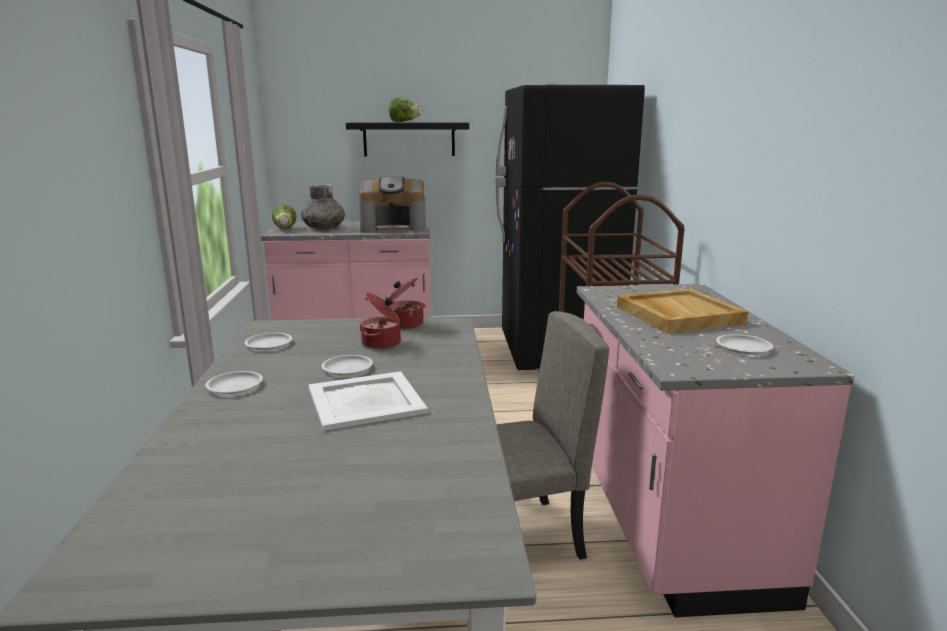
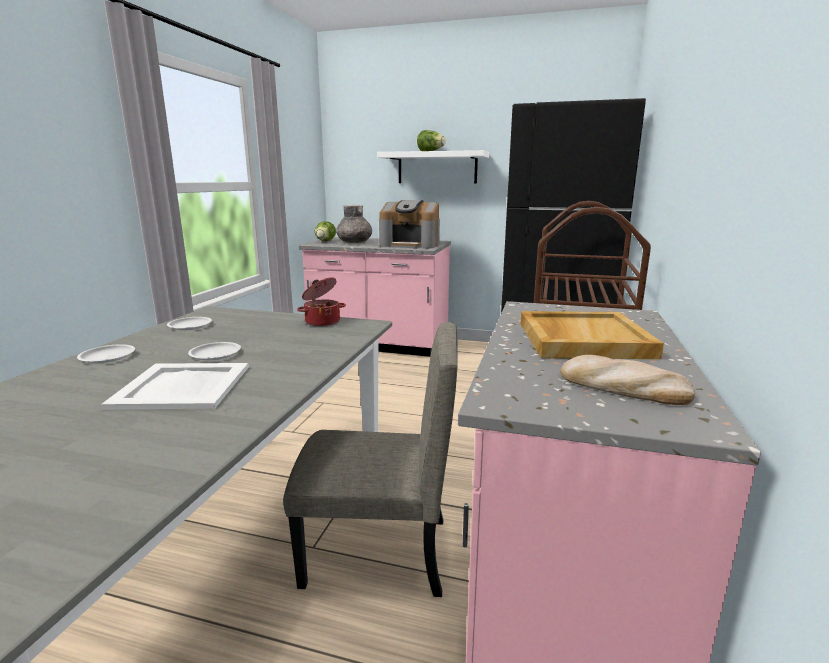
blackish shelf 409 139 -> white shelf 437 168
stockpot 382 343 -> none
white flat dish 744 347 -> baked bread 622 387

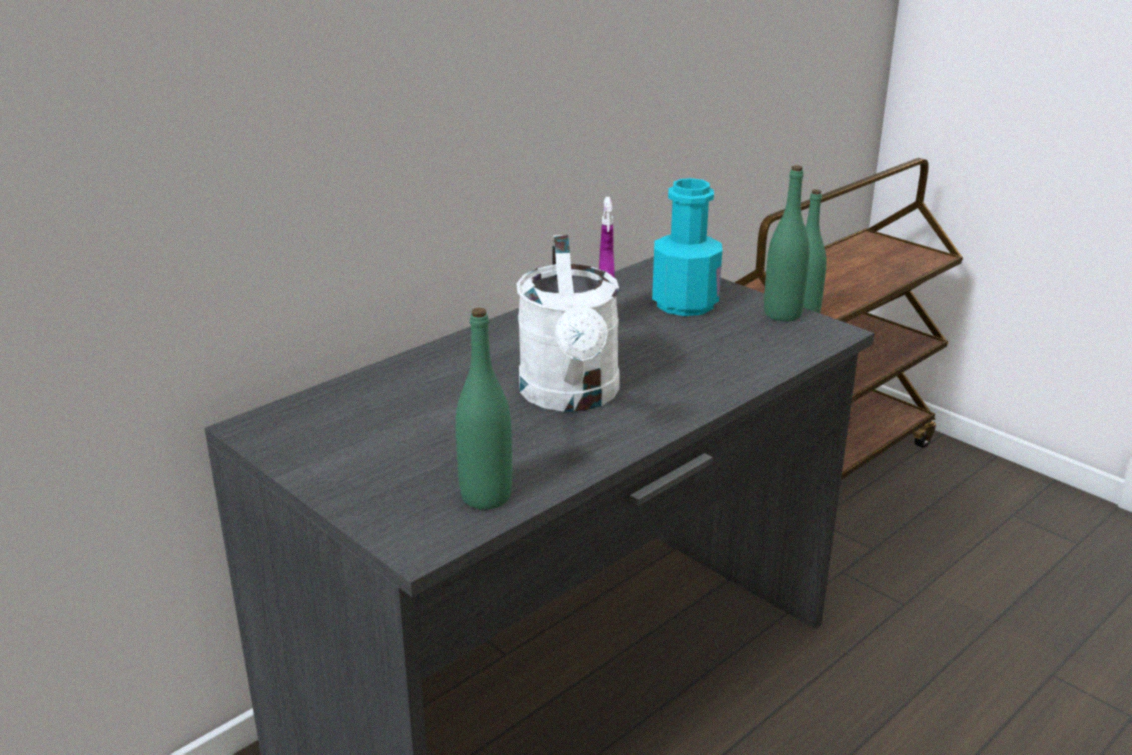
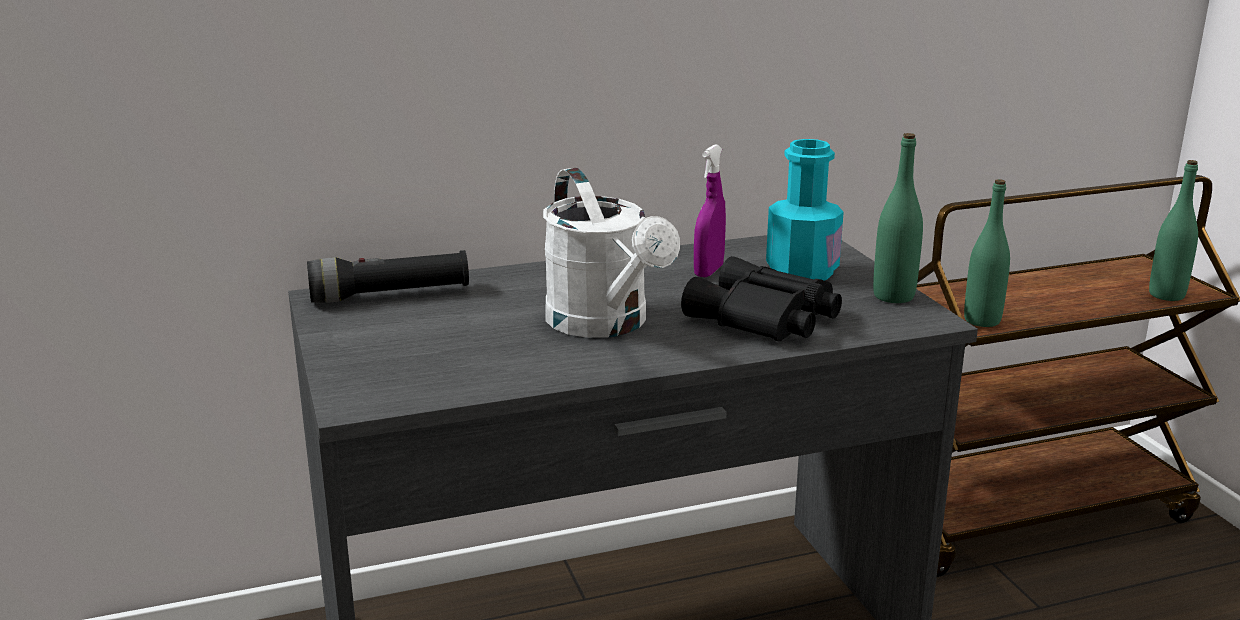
white watering pot 571 397 -> white watering pot 605 325, 45 degrees counterclockwise
green bottle 486 496 -> green bottle 1166 295, move
none -> blackish torch 390 295
none -> blackish binoculars 764 319

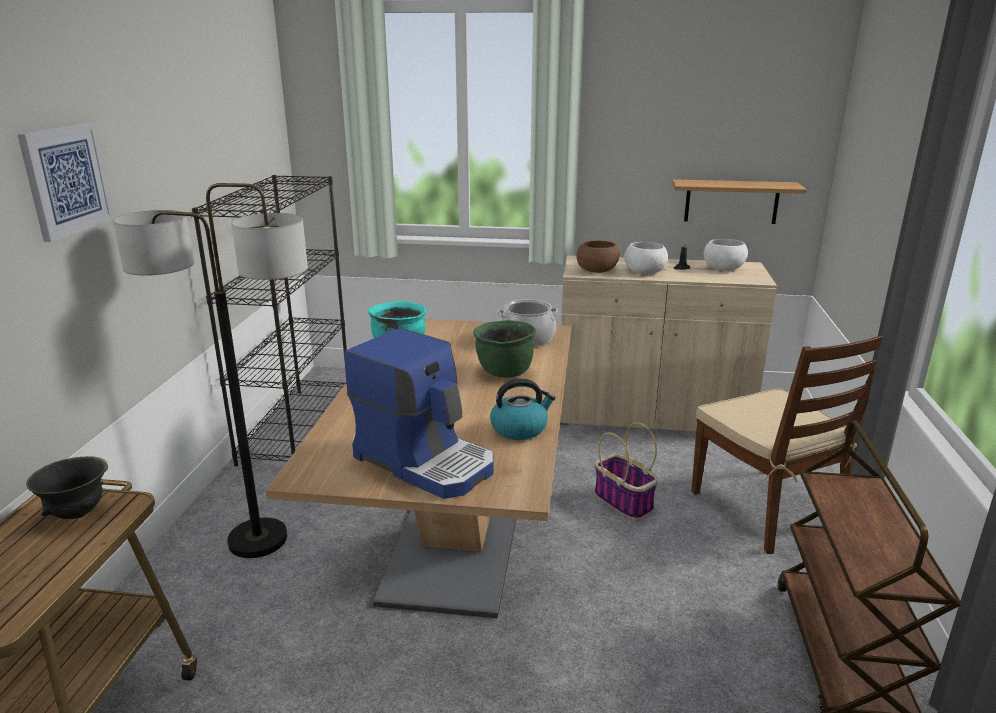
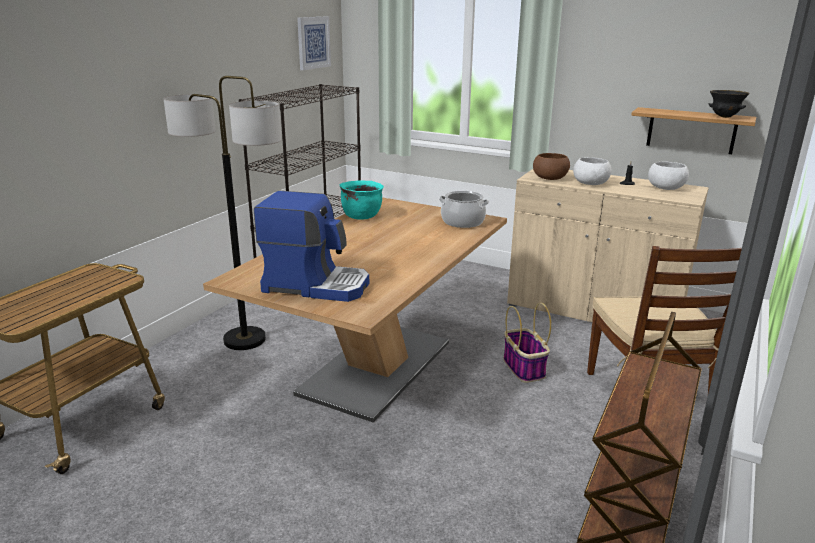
wall art 66 180 -> wall art 313 42, move
green stockpot 504 372 -> none
coffee brewer 426 461 -> coffee brewer 316 285, 45 degrees counterclockwise
water kettle 520 428 -> none
blackish bowl 78 514 -> blackish bowl 725 117, move

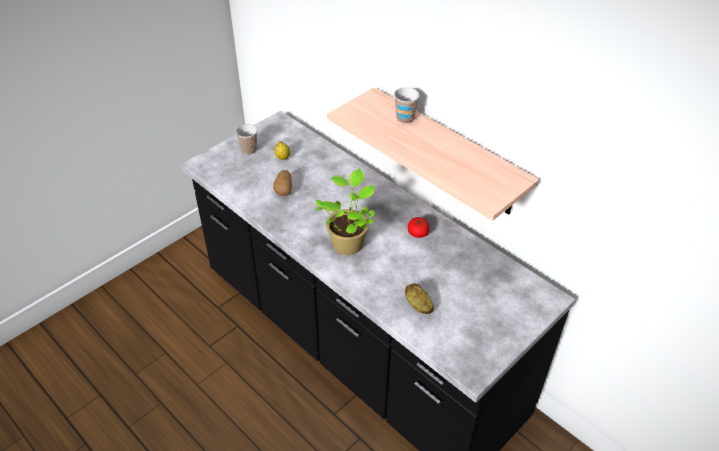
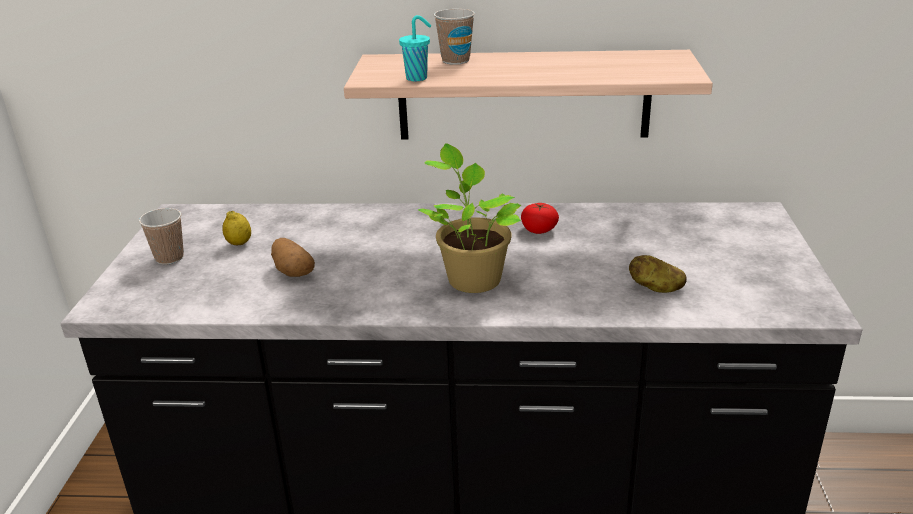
none -> turquoise-coloured drinking cup 418 78

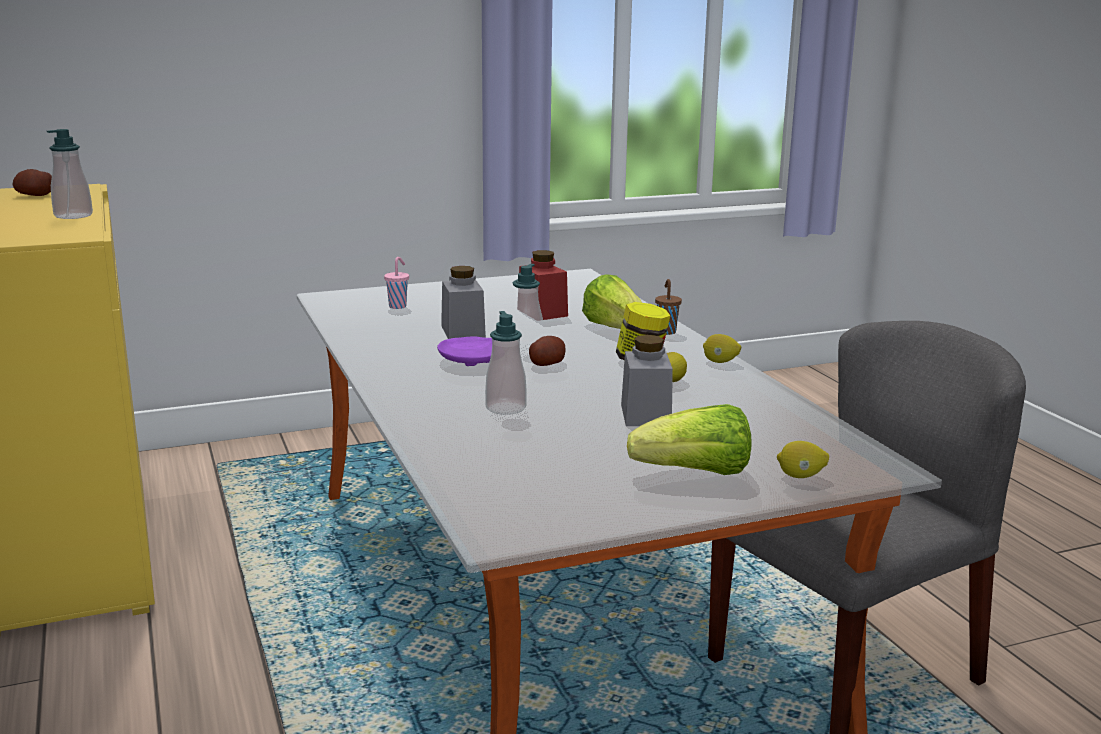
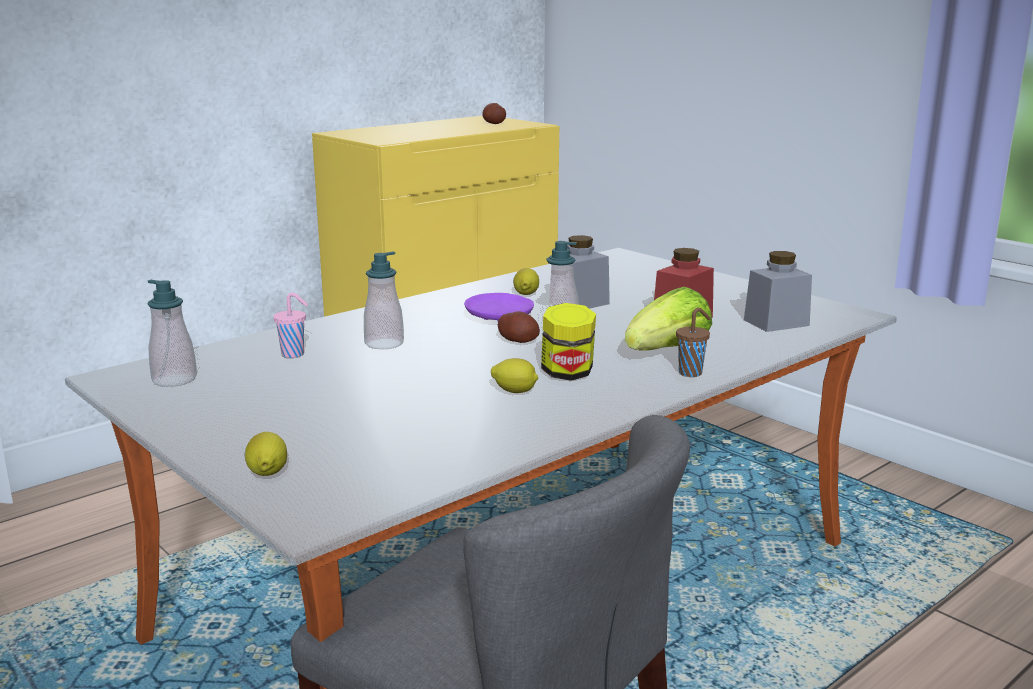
liquid soap bottle 73 216 -> liquid soap bottle 174 380, move
pinkish drinking cup 398 306 -> pinkish drinking cup 294 354, move
whole lemon 720 362 -> whole lemon 525 294, move
greyish storage jar 645 415 -> greyish storage jar 776 323, move
head of lettuce 695 473 -> none

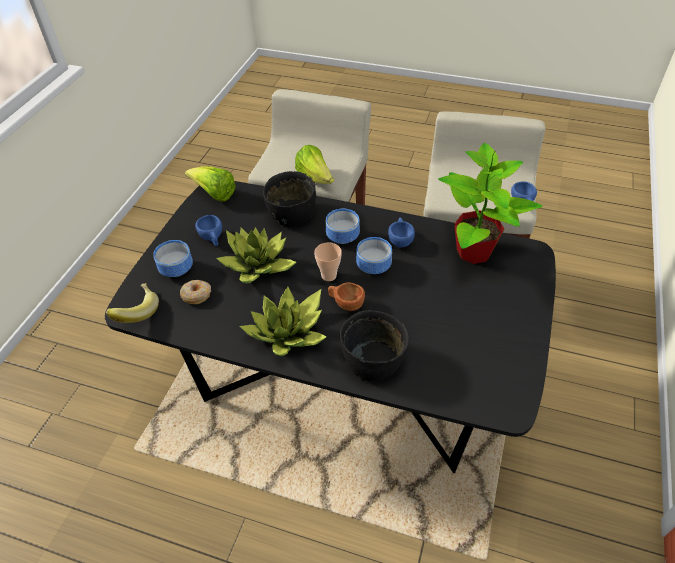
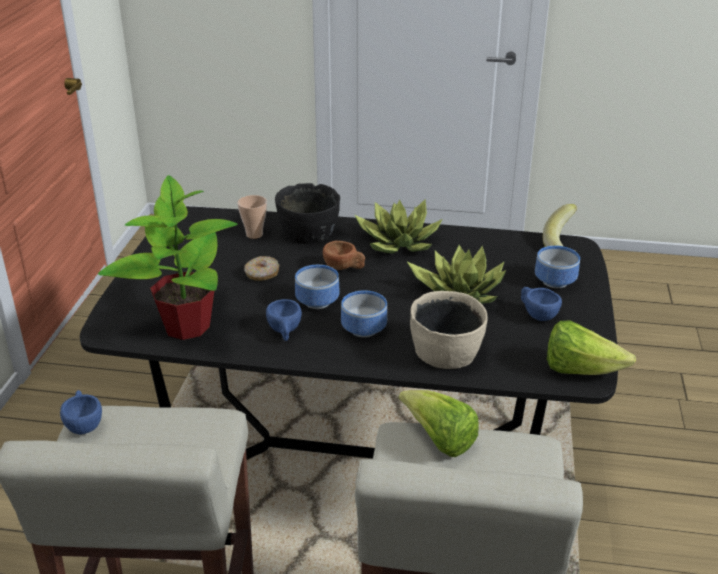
blackish bowl 291 214 -> beige bowl 447 351
drinking cup 329 276 -> drinking cup 254 234, move
donut 197 295 -> donut 262 274, move

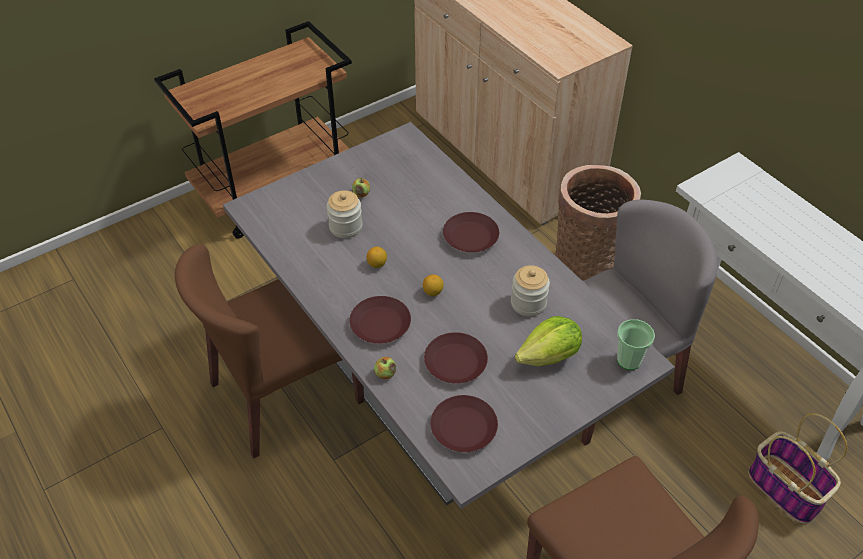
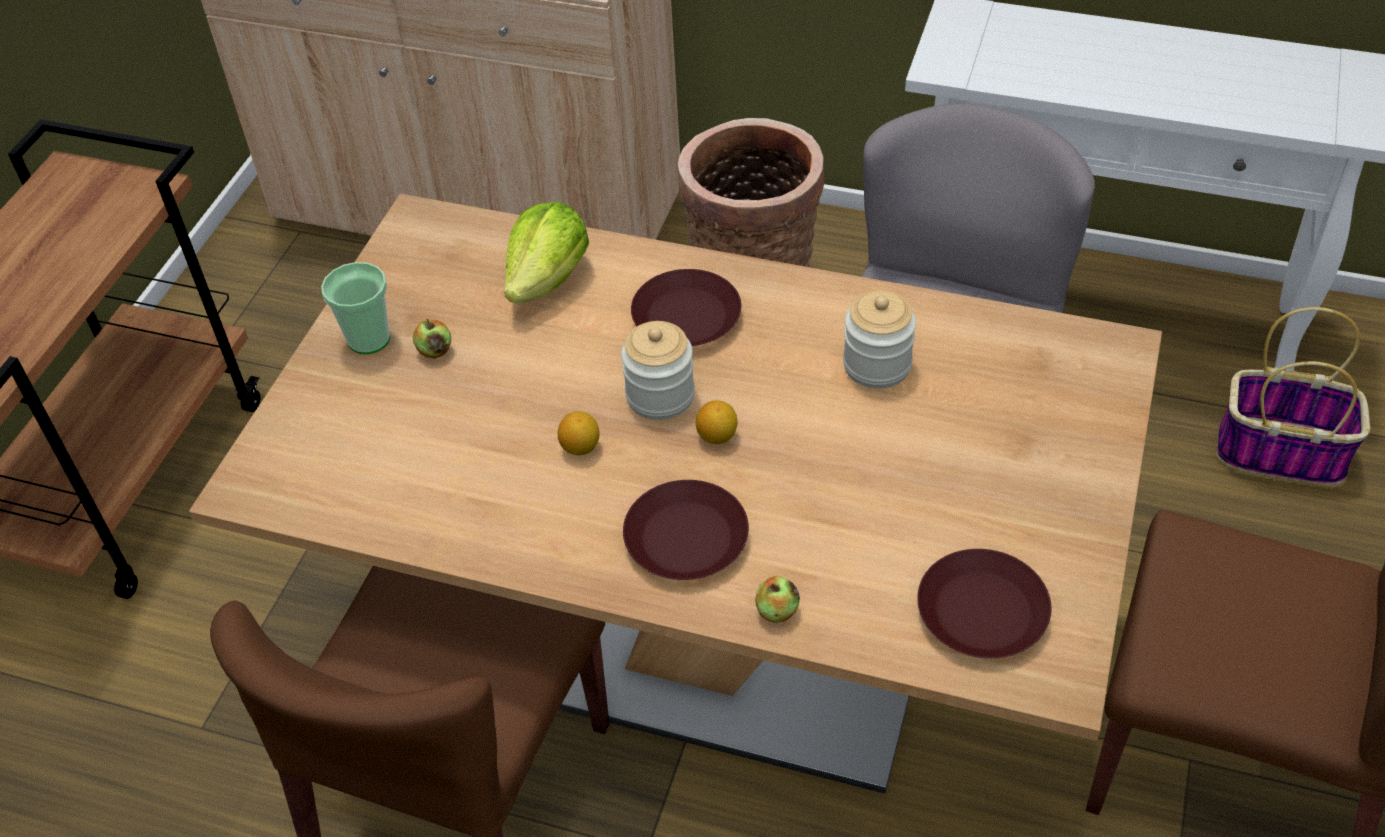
greyish dinner table 431 395 -> brown dinner table 706 643
storage jar 345 227 -> storage jar 660 396, move
head of lettuce 549 356 -> head of lettuce 548 279, move
drinking cup 629 360 -> drinking cup 369 339, move
brown flat dish 456 363 -> none

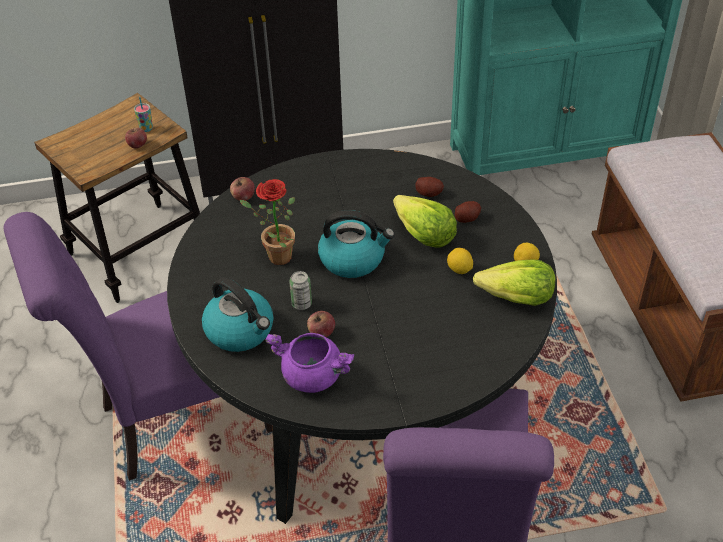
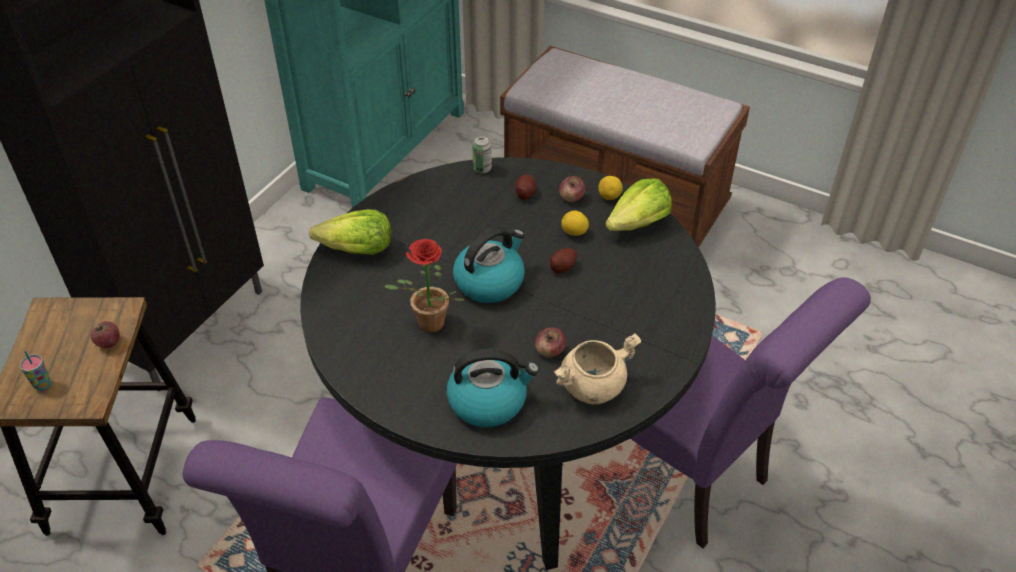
drinking cup 146 128 -> drinking cup 42 385, move
apple 243 197 -> apple 571 198, move
potato 429 193 -> potato 563 267, move
head of lettuce 423 235 -> head of lettuce 356 250, move
sealed can 302 304 -> sealed can 482 168, move
purple stockpot 313 376 -> beige stockpot 592 386

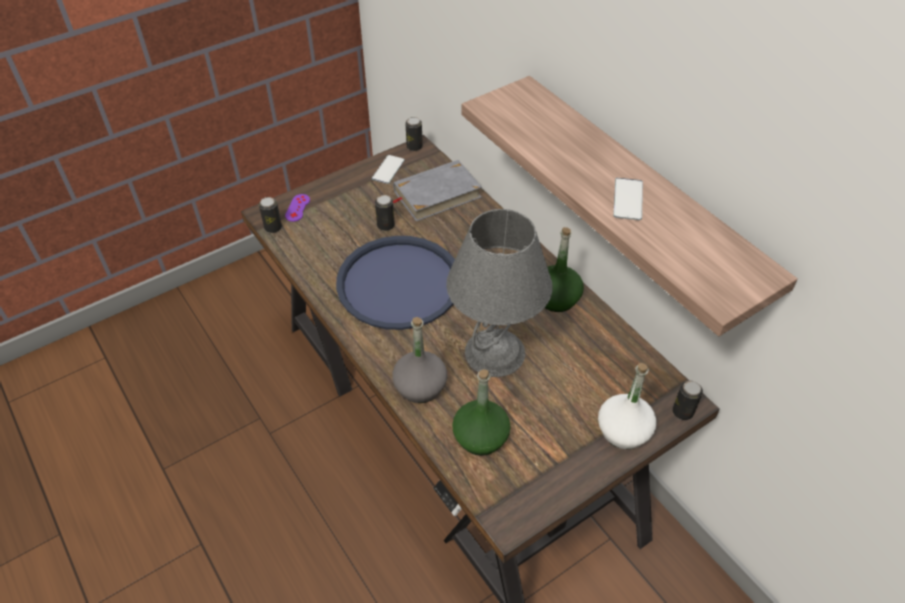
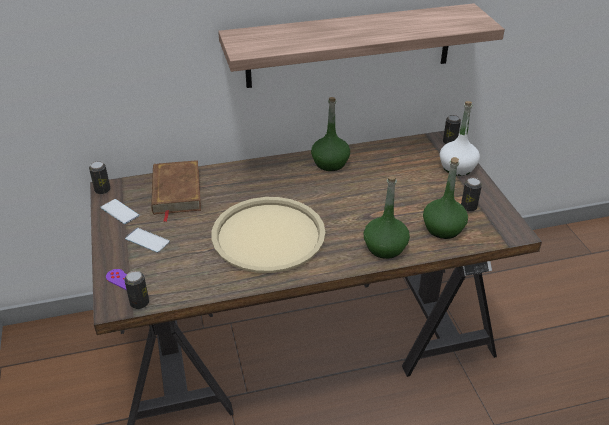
greyish volume 436 194 -> brown volume 176 192
handset 628 199 -> handset 147 240, move
sealed can 385 225 -> sealed can 468 207, move
greyish lamp for a table 495 353 -> none
blue-coloured carrying tray 399 283 -> beige carrying tray 268 235
greyish bottle 420 386 -> green bottle 385 247

